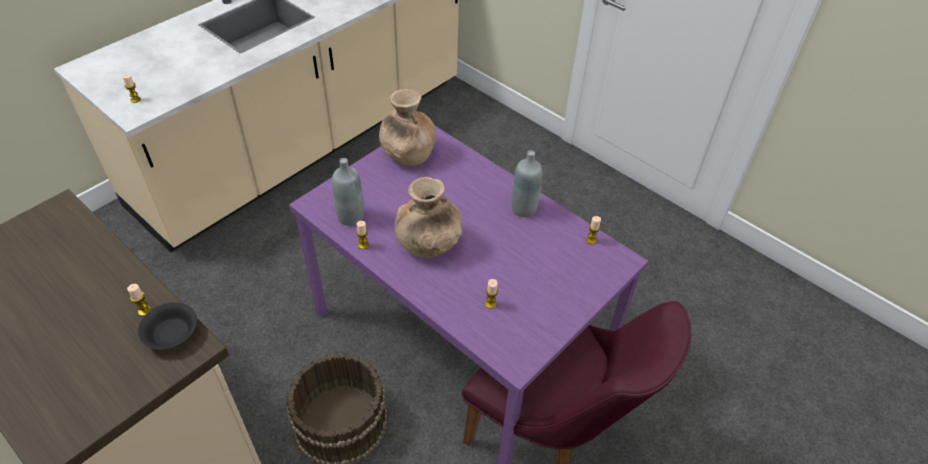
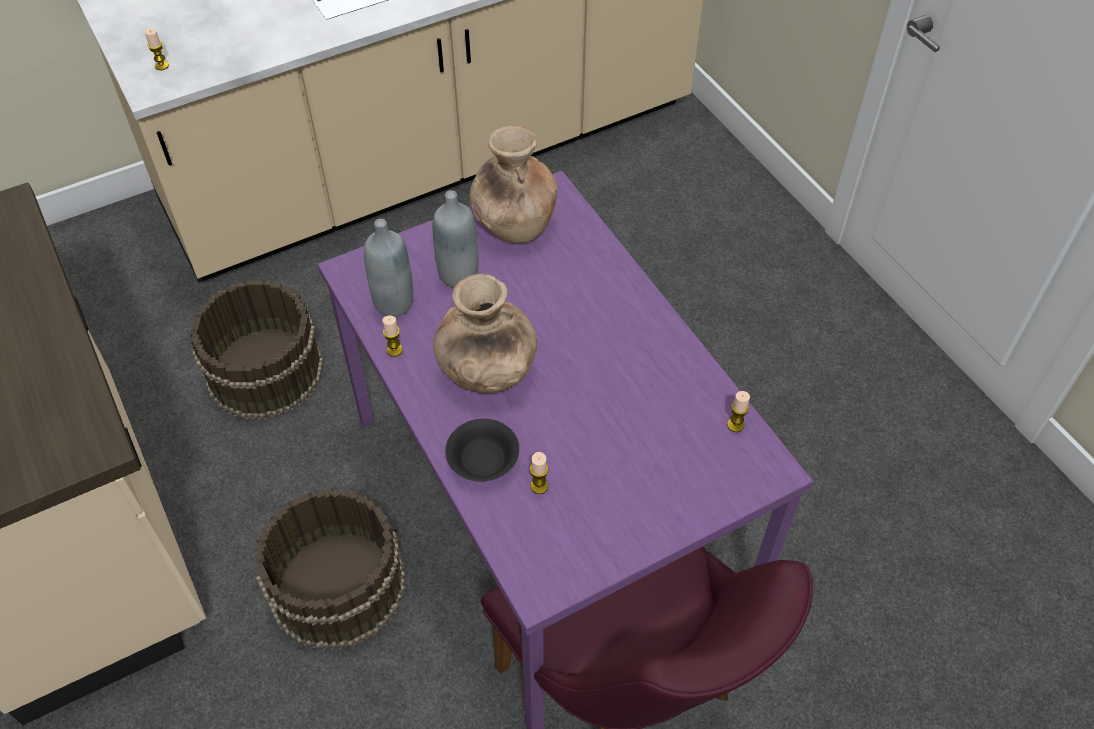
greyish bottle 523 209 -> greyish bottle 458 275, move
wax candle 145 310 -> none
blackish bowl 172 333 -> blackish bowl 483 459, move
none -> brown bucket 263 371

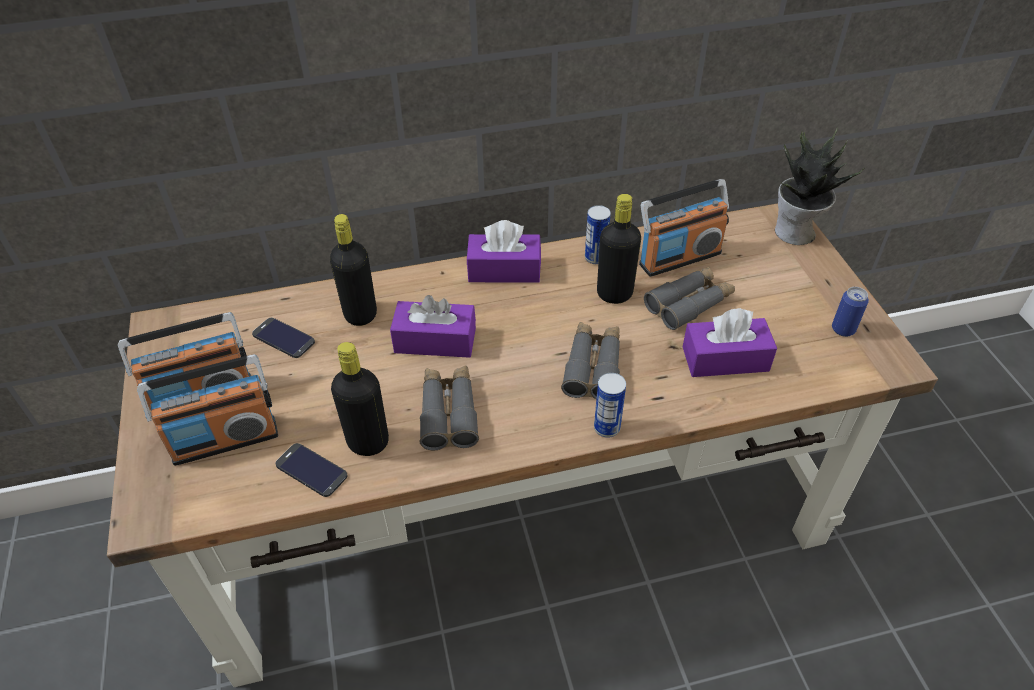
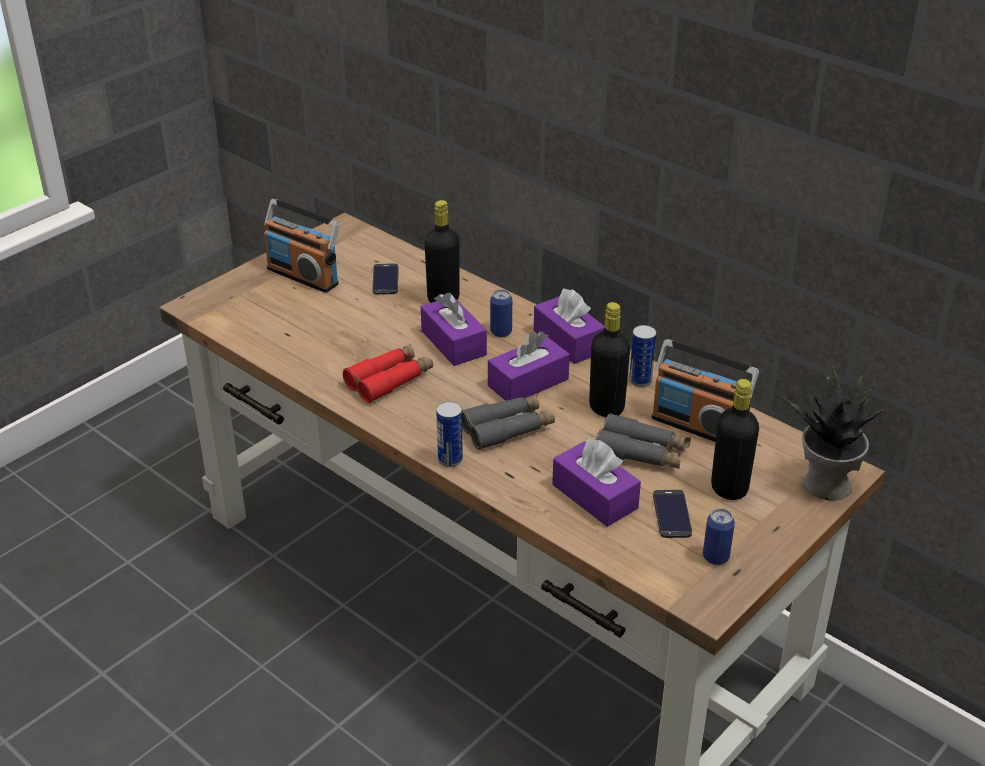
blackish bottle 368 442 -> blackish bottle 729 488, move
radio receiver 225 440 -> none
greyish binoculars 448 413 -> red-coloured binoculars 390 380
handset 311 470 -> handset 672 514, move
none -> sealed can 501 332
none -> purple tissue box 528 382

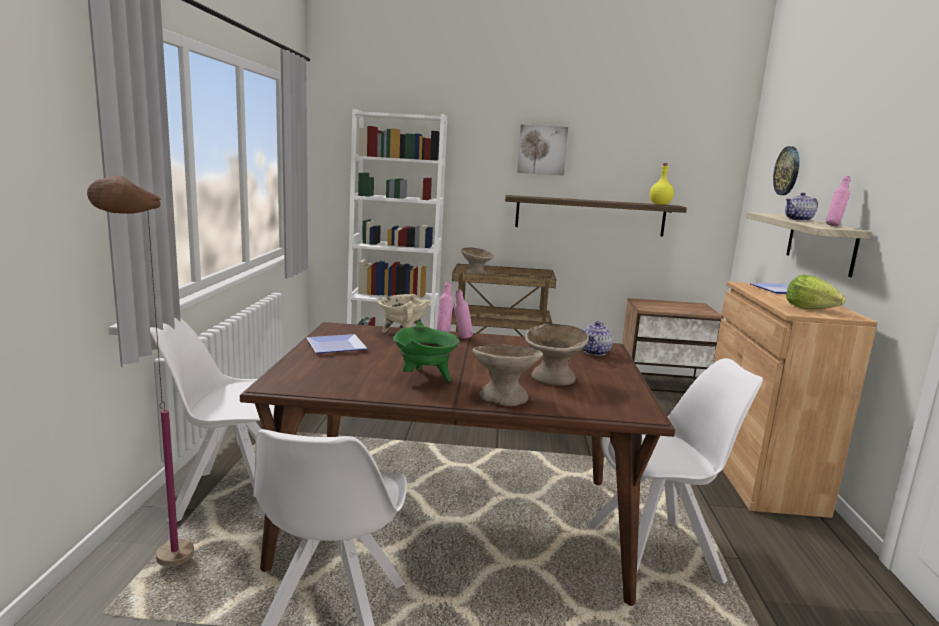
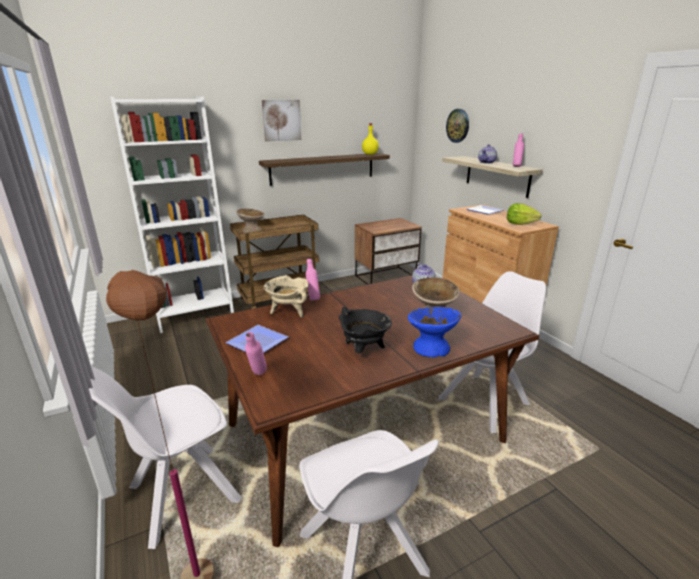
pinkish bottle 462 339 -> pinkish bottle 258 376, move
green stockpot 425 378 -> blackish stockpot 363 350
beige bowl 503 397 -> blue-coloured bowl 431 348

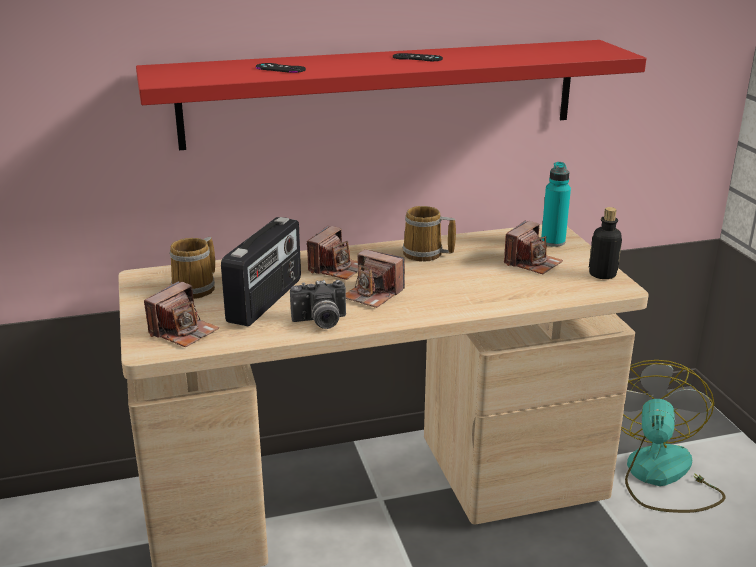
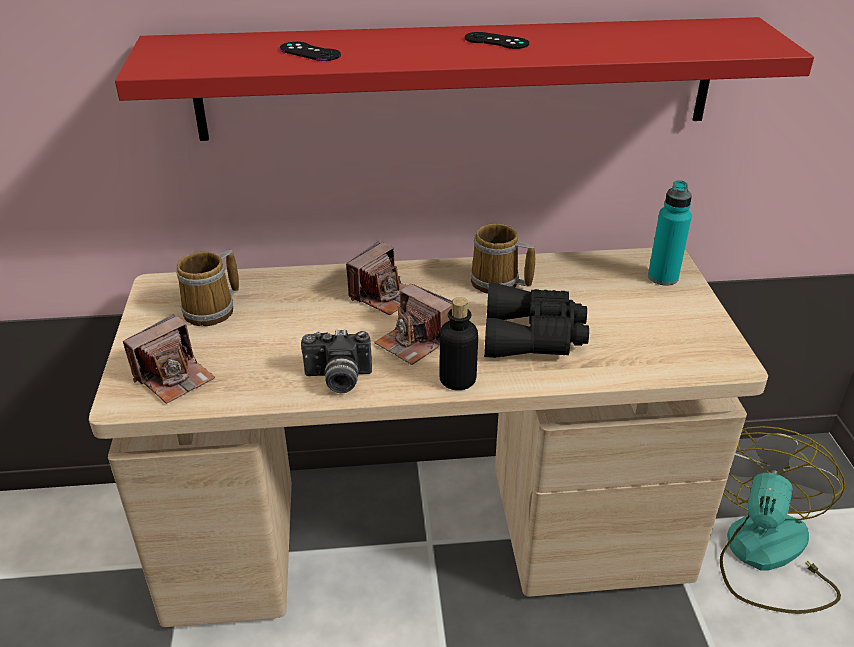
bottle 602 274 -> bottle 457 380, move
radio receiver 266 301 -> none
still camera 532 263 -> none
none -> blackish binoculars 533 337

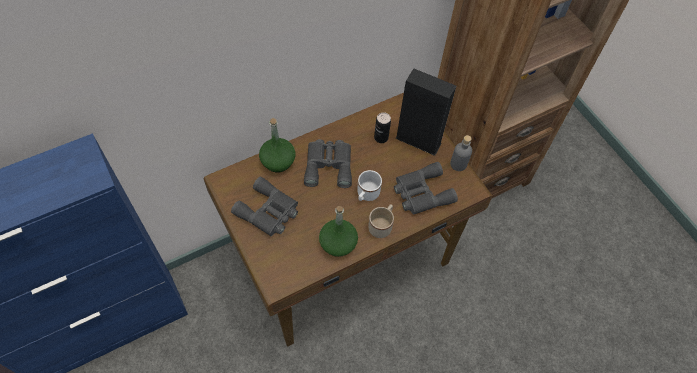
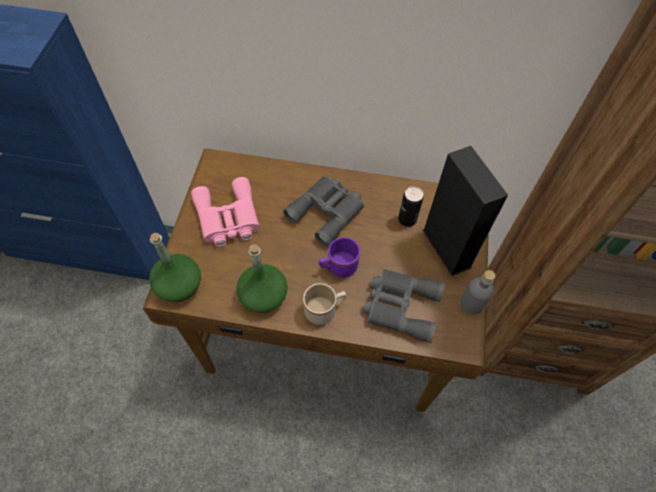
green bottle 278 161 -> green bottle 179 285, move
white mug 366 195 -> purple mug 338 267
greyish binoculars 268 212 -> pinkish binoculars 227 218

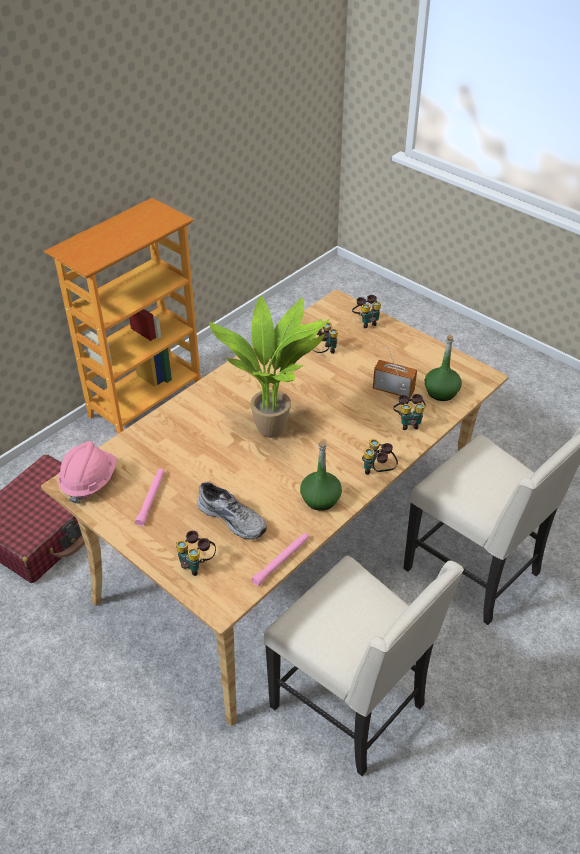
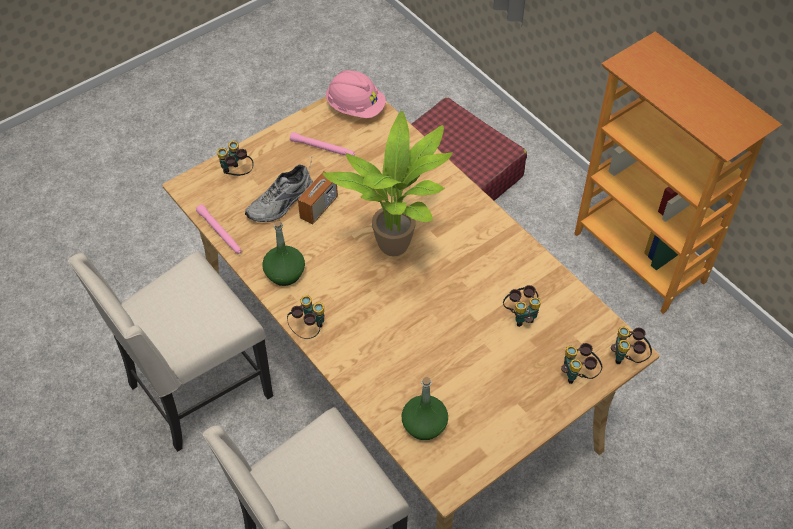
radio receiver 393 390 -> radio receiver 319 208, move
binoculars 408 422 -> binoculars 628 357, move

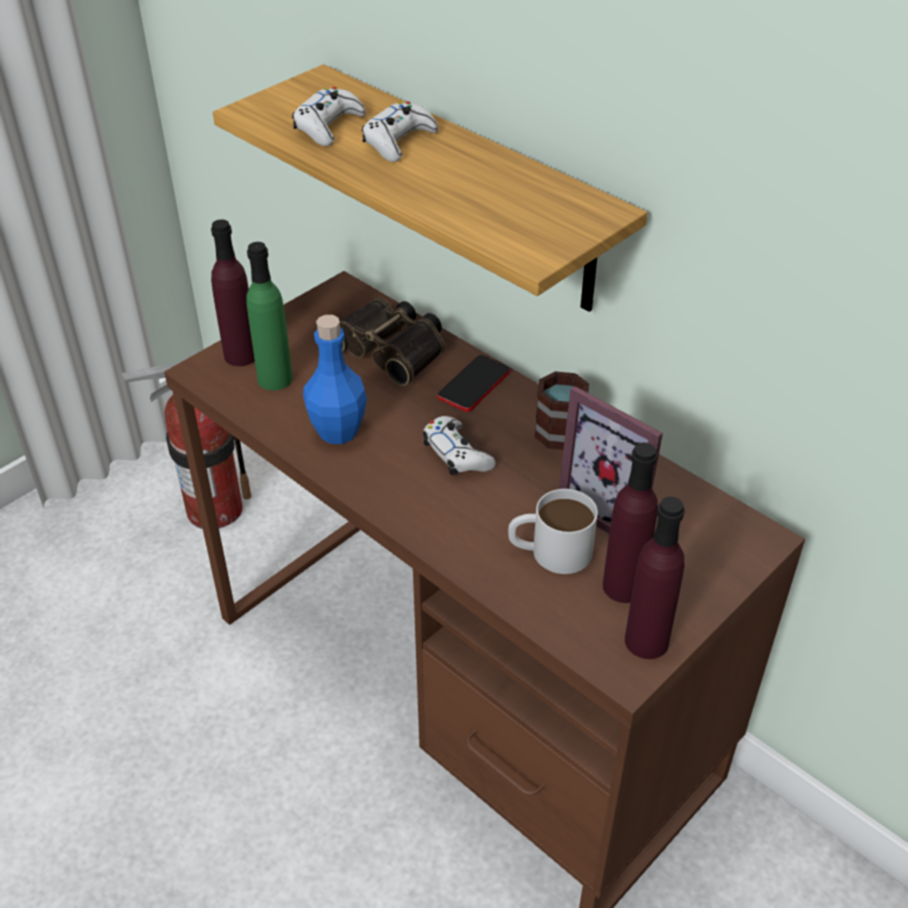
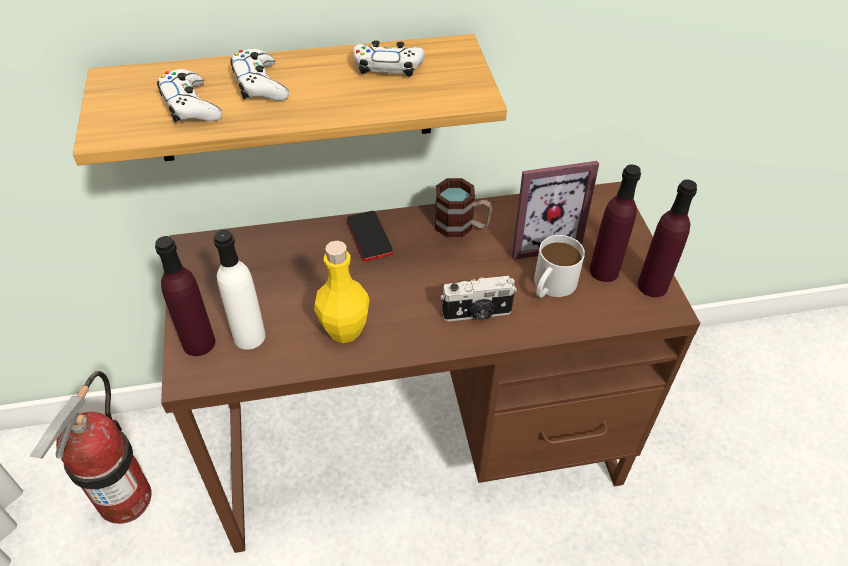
green bottle 275 379 -> white bottle 249 336
binoculars 392 348 -> none
blue-coloured bottle 338 431 -> yellow bottle 344 330
white gamepad 457 454 -> white gamepad 388 67, move
none -> still camera 477 314

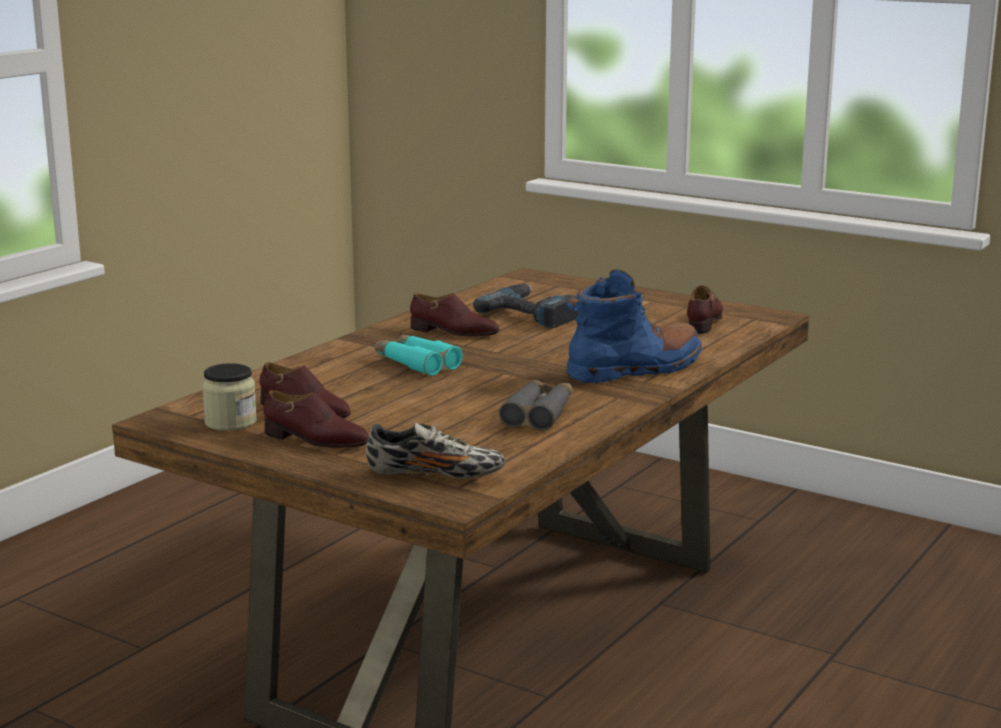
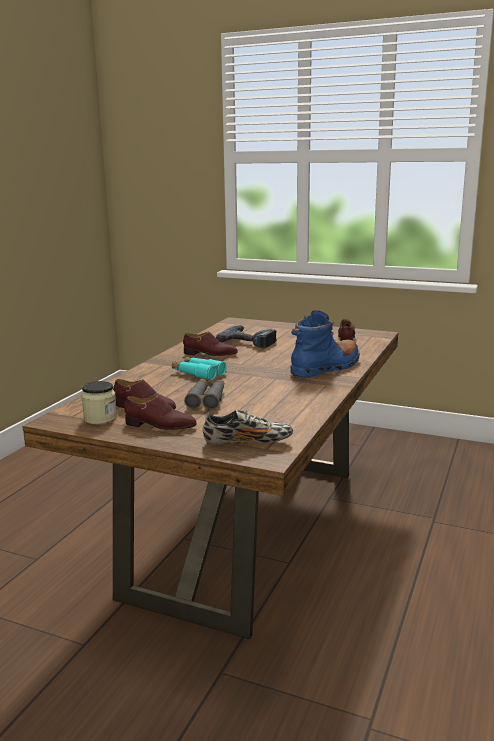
greyish binoculars 538 414 -> greyish binoculars 207 399, move

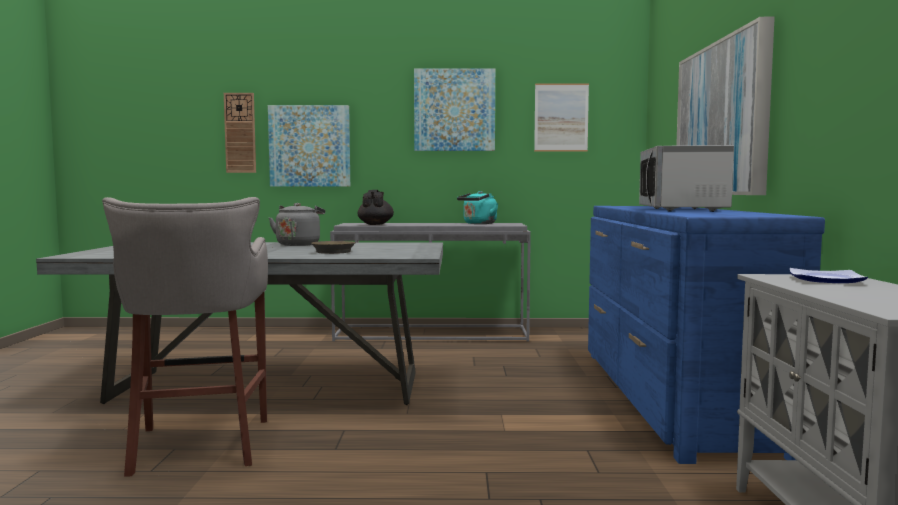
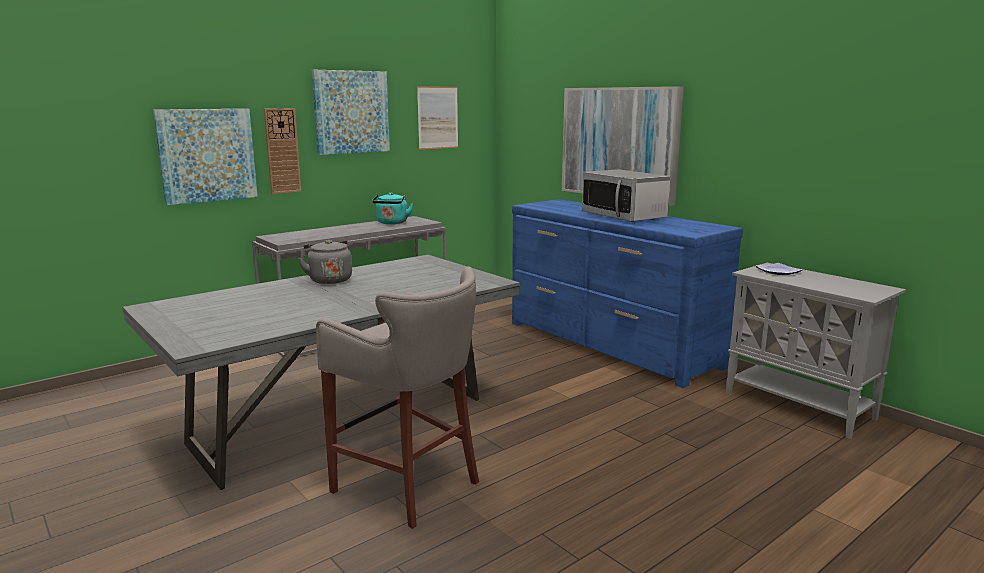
wall clock 240 133 -> wall clock 282 151, move
blackish tea pot 375 224 -> none
brown pan 334 251 -> none

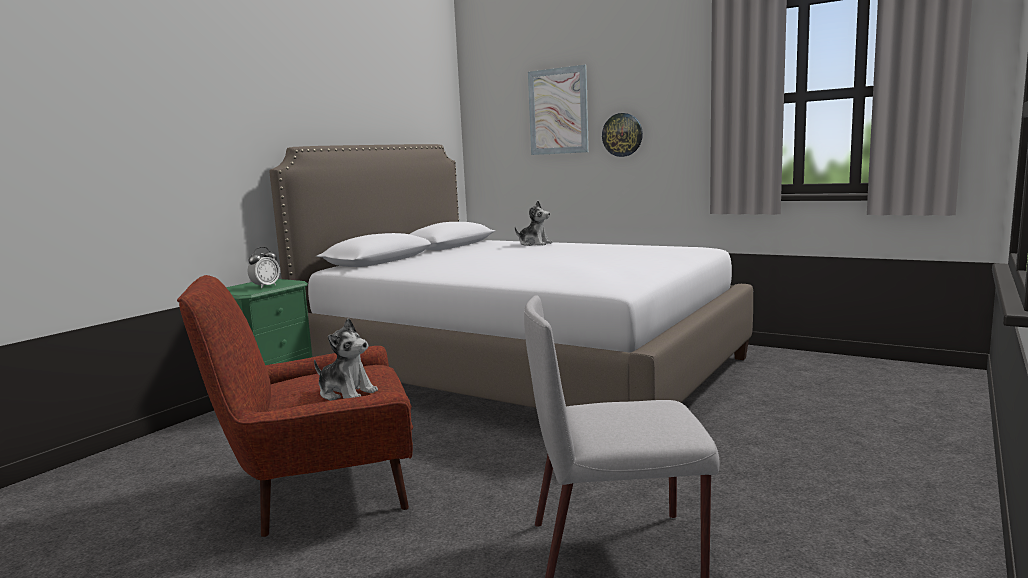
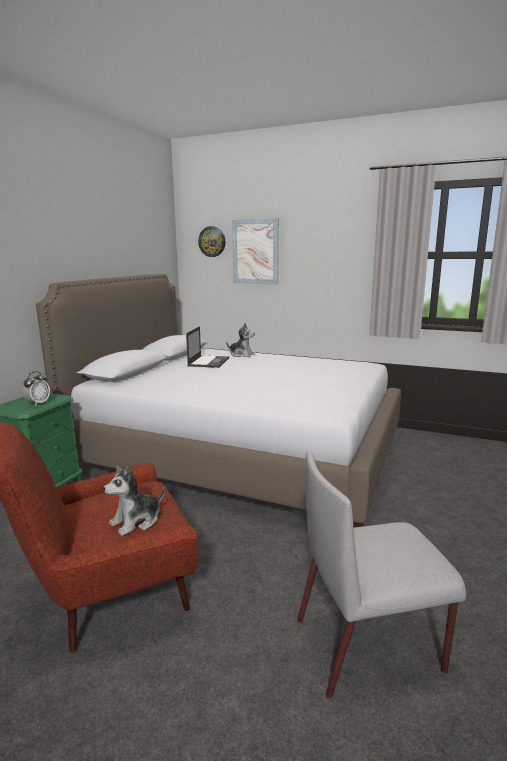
wall clock 622 135 -> wall clock 212 241, move
plush toy 346 393 -> plush toy 136 521, 120 degrees clockwise
none -> laptop 208 362

